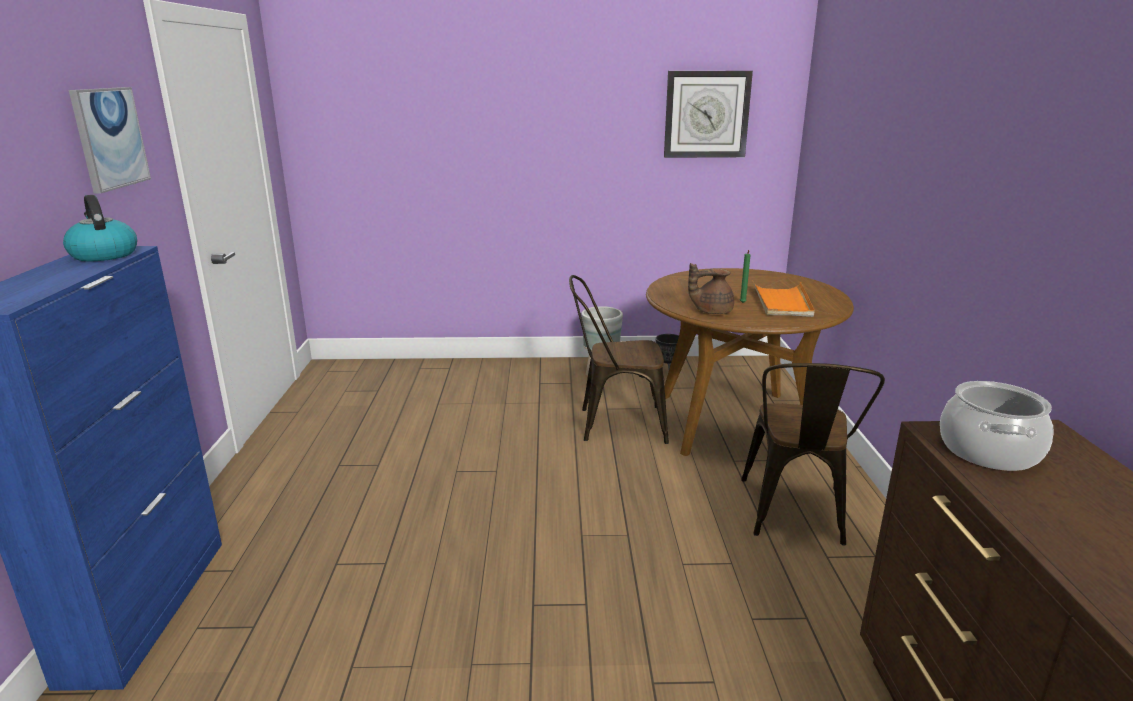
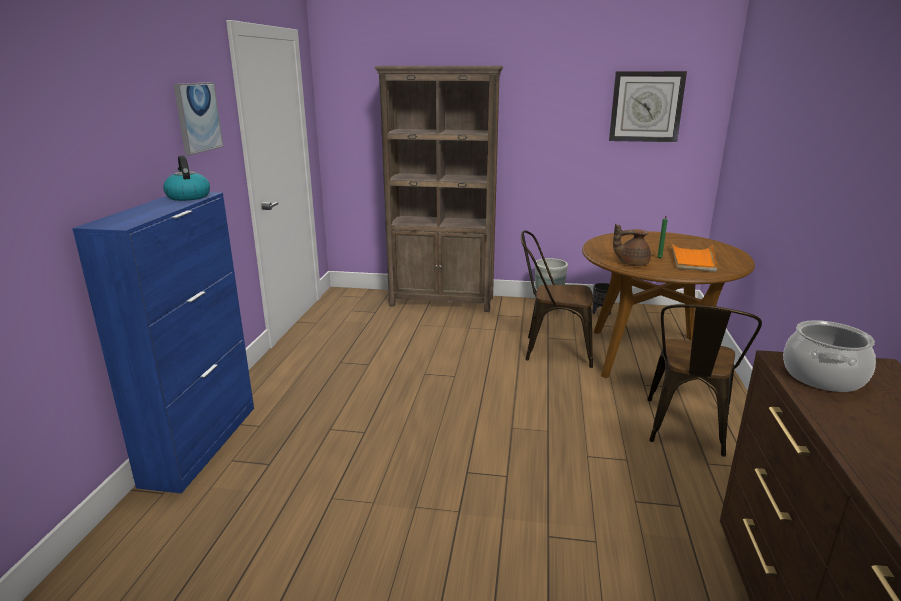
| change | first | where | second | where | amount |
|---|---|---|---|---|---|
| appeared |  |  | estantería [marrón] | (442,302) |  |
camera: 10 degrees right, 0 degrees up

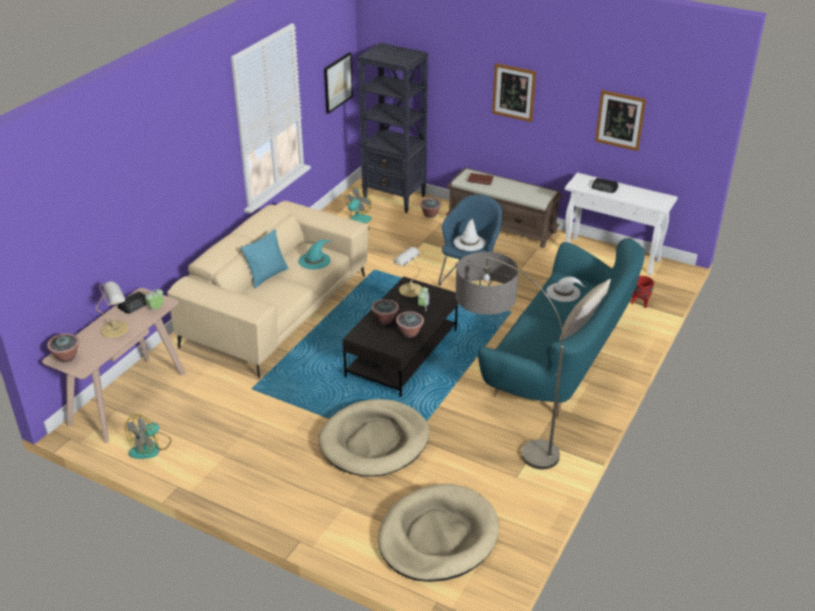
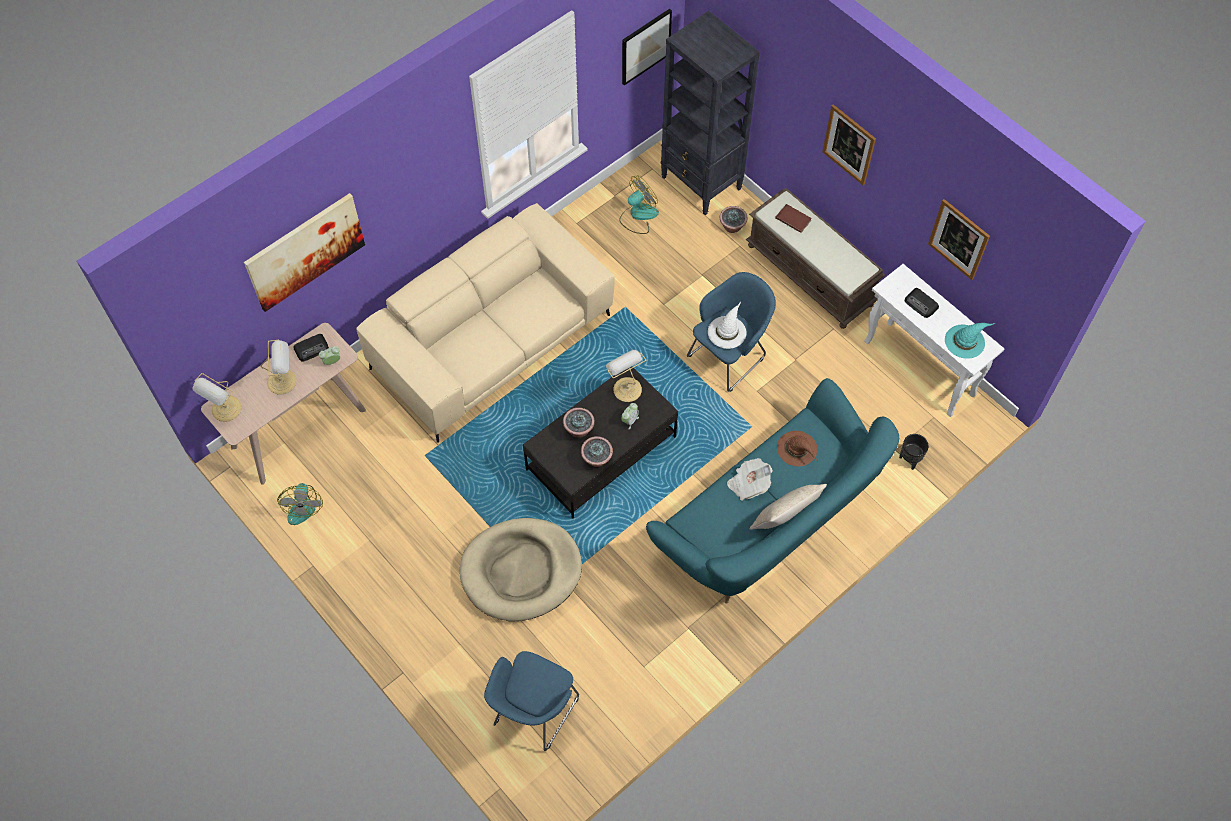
| change | first | where | second | where | amount |
|---|---|---|---|---|---|
| exchanged | planta en maceta | (67,357) | lámpara de mesa | (225,410) |  |
| spun | ventilador | (150,447) |  | (302,505) | 60 degrees counterclockwise |
| missing | cojín [turquesa] | (267,276) |  |  |  |
| relocated | sombrero [turquesa] | (314,260) |  | (965,341) |  |
| exchanged | cama para perro [beis] | (438,536) | sillón [azul] | (533,713) |  |
| missing | lámpara de pie | (498,440) |  |  |  |
| colour | sombrero [blanco] | (564,292) | sombrero [marrón] | (797,449) |  |
| colour | maceta [rojo] | (640,303) | maceta [negro] | (909,460) |  |
| appeared |  |  | cuadro | (305,251) |  |
| appeared |  |  | periódico | (748,484) |  |
camera: 20 degrees right, 25 degrees up

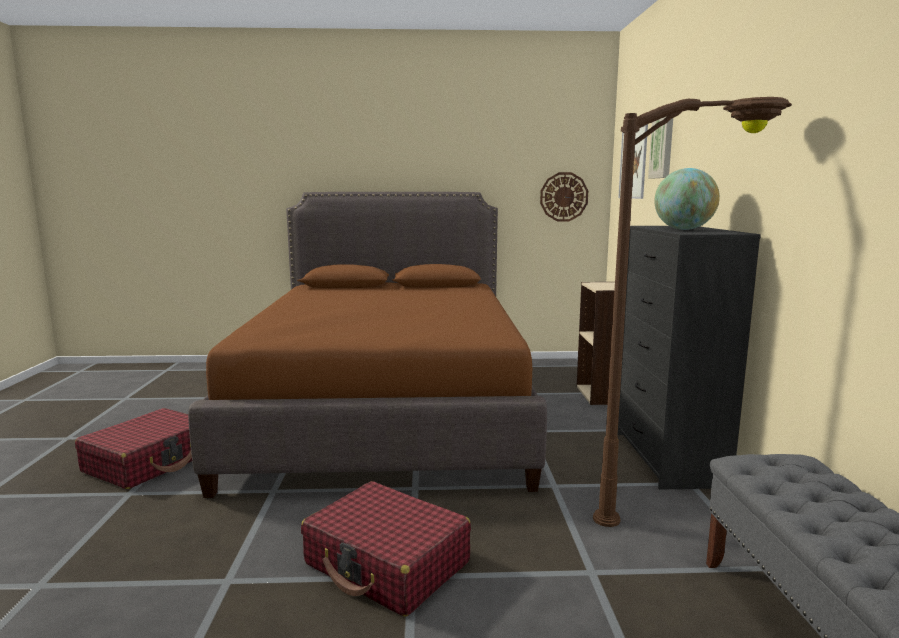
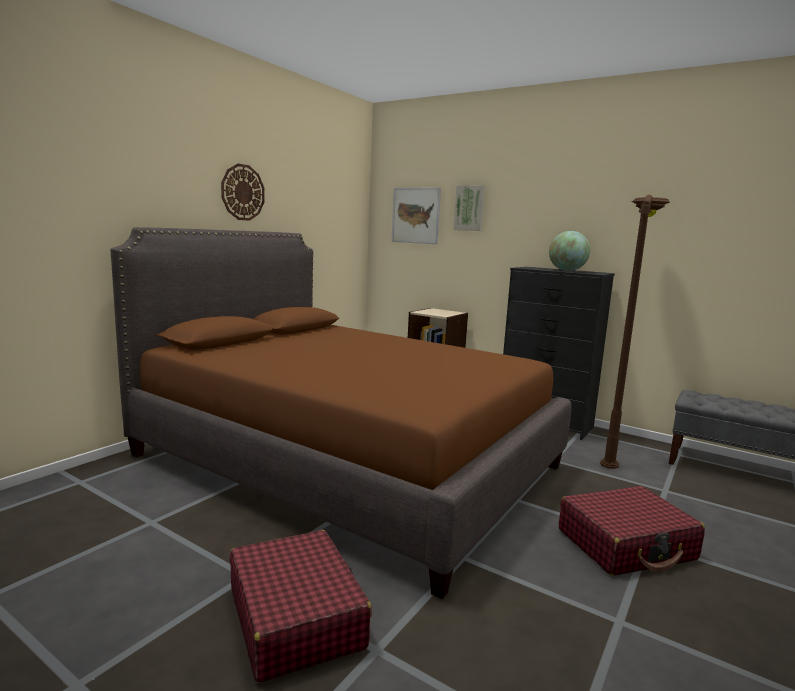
| change | first | where | second | where | amount |
|---|---|---|---|---|---|
| relocated | reloj de pared | (564,197) |  | (242,192) |  |
camera: 55 degrees left, 0 degrees up

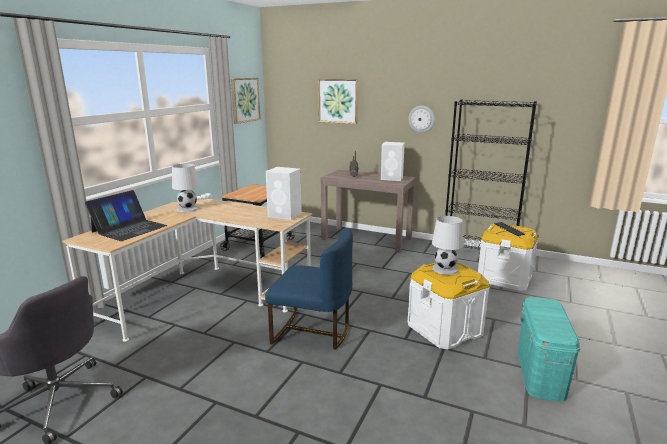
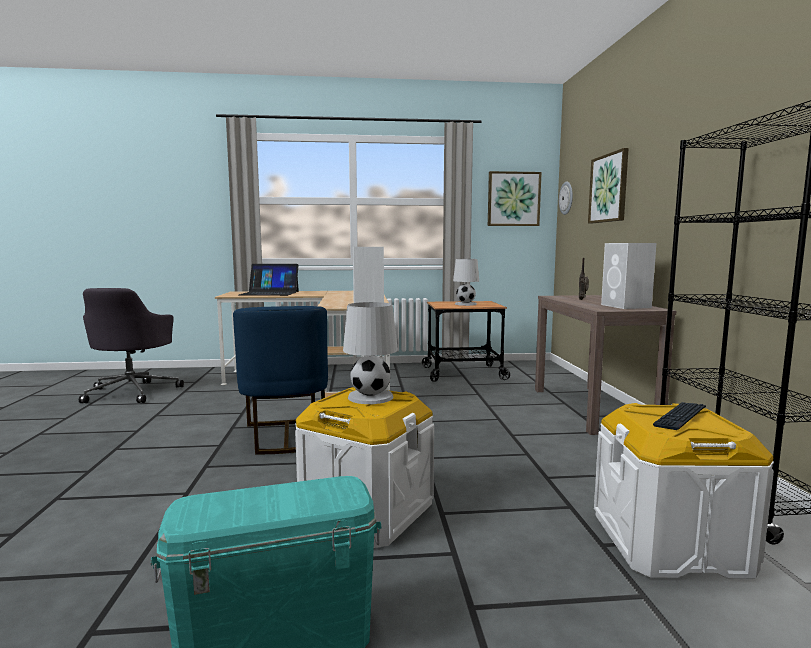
| change | first | where | second | where | amount |
|---|---|---|---|---|---|
| relocated | lámpara de mesa [blanco] | (187,209) |  | (465,304) |  |
| relocated | reloj de pared | (421,119) |  | (566,198) |  |
camera: 60 degrees right, 10 degrees down

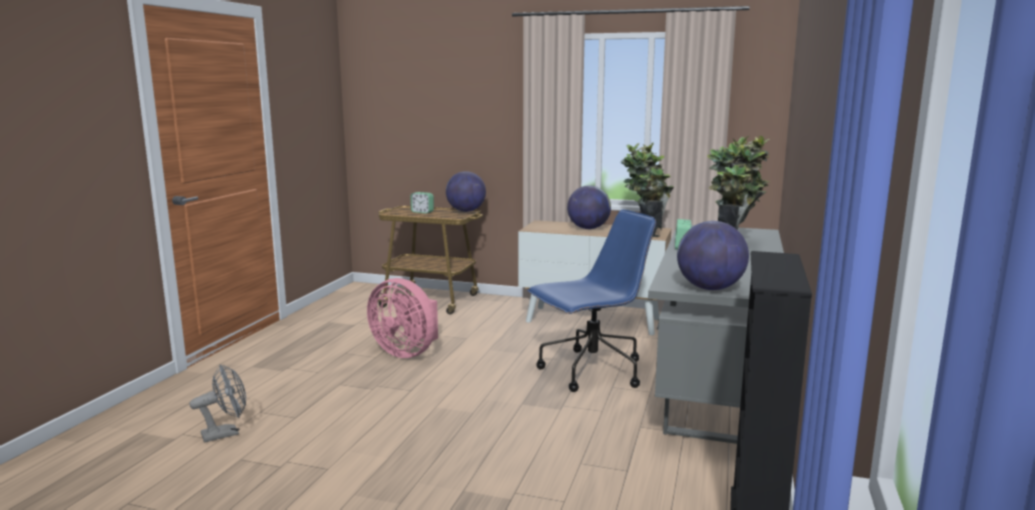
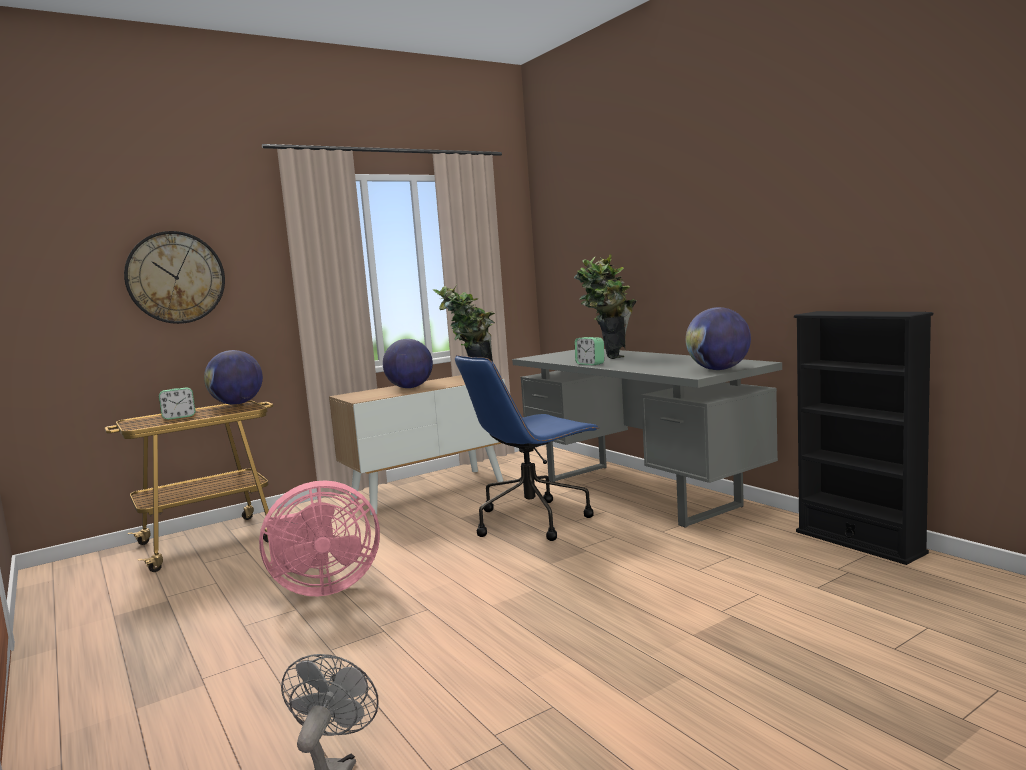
| change | first | where | second | where | amount |
|---|---|---|---|---|---|
| spun | silla de oficina [azul] | (591,372) |  | (533,520) | 135 degrees counterclockwise |
| appeared |  |  | reloj de pared | (175,277) |  |
camera: 50 degrees left, 5 degrees down

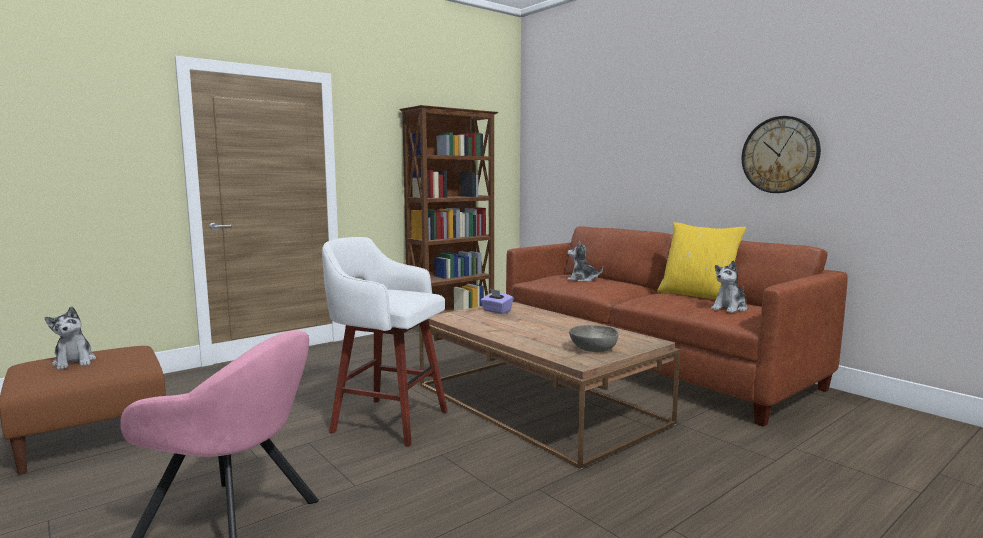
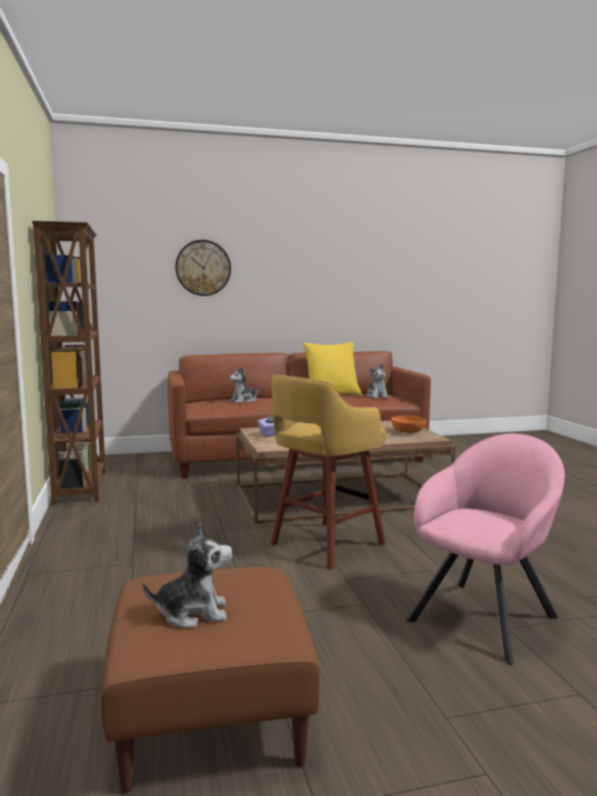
| change | first | where | second | where | amount |
|---|---|---|---|---|---|
| colour | taburete [blanco] | (387,420) | taburete [amarillo] | (324,545) |  |
| colour | cuenco [gris] | (592,349) | cuenco [naranja] | (407,432) |  |
| relocated | reloj de pared | (780,155) |  | (203,268) |  |
camera: 65 degrees left, 0 degrees up

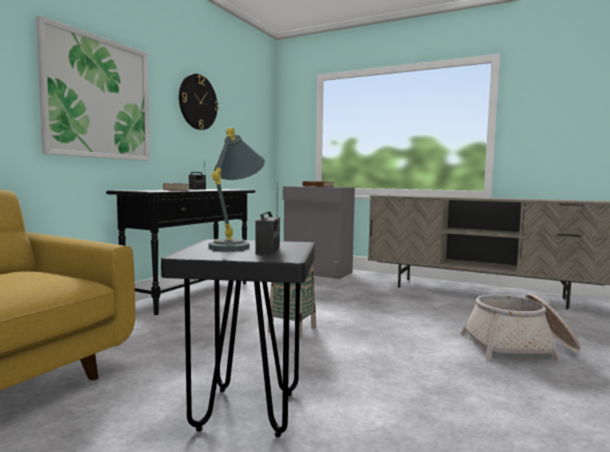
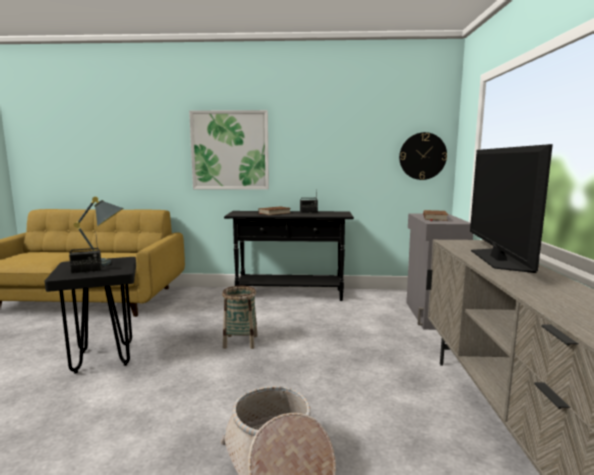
| change | first | where | second | where | amount |
|---|---|---|---|---|---|
| relocated | reloj de pared | (198,102) |  | (422,156) |  |
| appeared |  |  | televisor | (498,259) |  |
camera: 65 degrees right, 5 degrees up

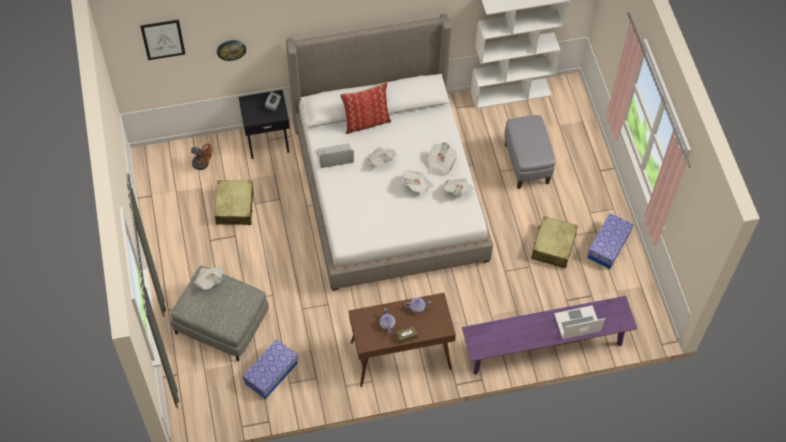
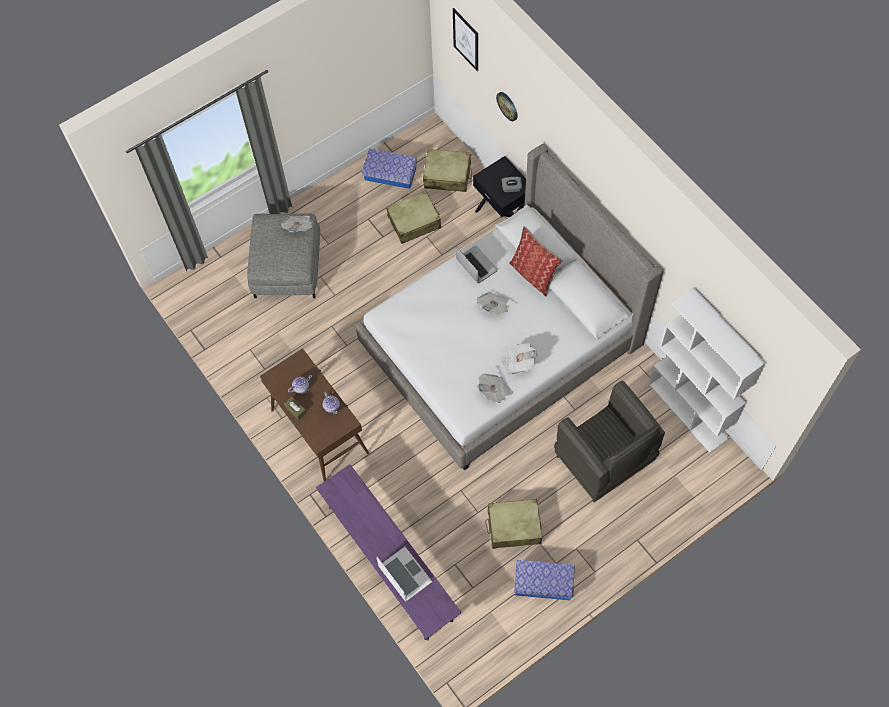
| change | first | where | second | where | amount |
|---|---|---|---|---|---|
| exchanged | ventilador [marrón] | (203,164) | maleta [beis] | (447,175) |  |
| relocated | caja de almacenaje | (271,373) |  | (390,174) |  |
| missing | periódico | (417,186) |  |  |  |
| exchanged | puf [gris] | (526,164) | sillón [gris] | (604,461) |  |
camera: 70 degrees right, 5 degrees up

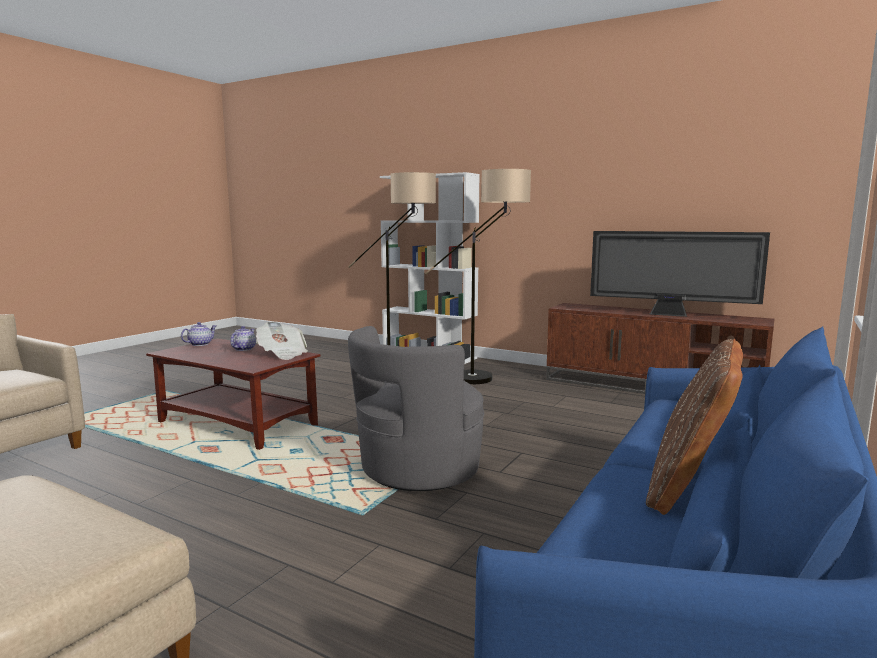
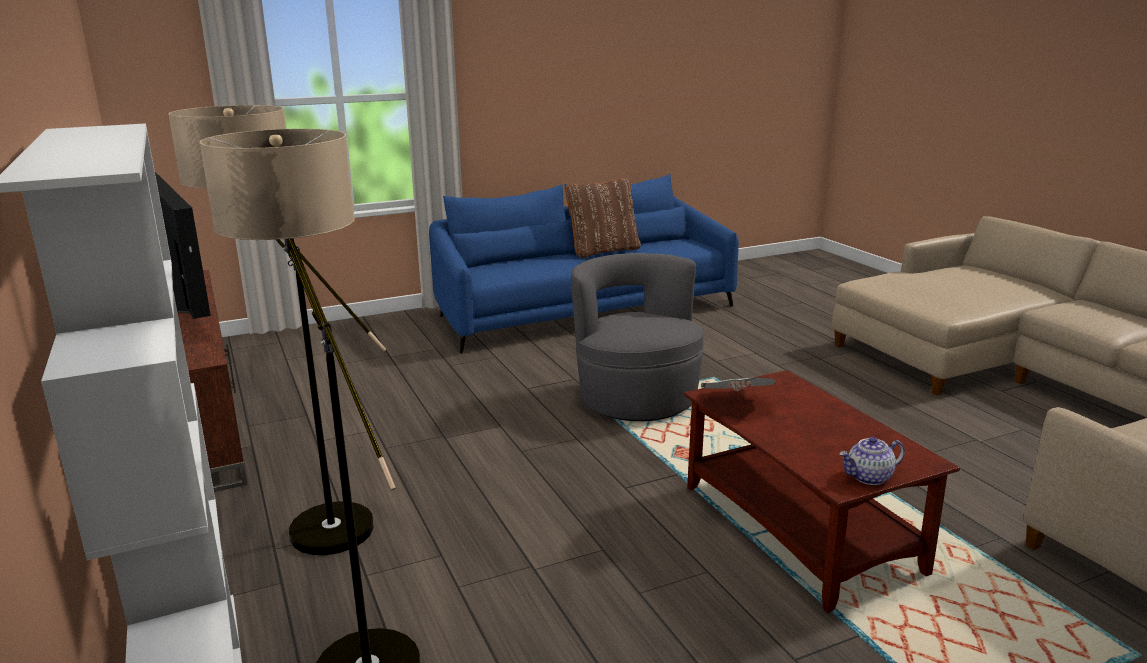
| change | first | where | second | where | amount |
|---|---|---|---|---|---|
| missing | tetera | (243,349) |  |  |  |
| spun | sillón [gris] | (417,469) |  | (637,398) | 105 degrees counterclockwise |
camera: 145 degrees left, 10 degrees up

